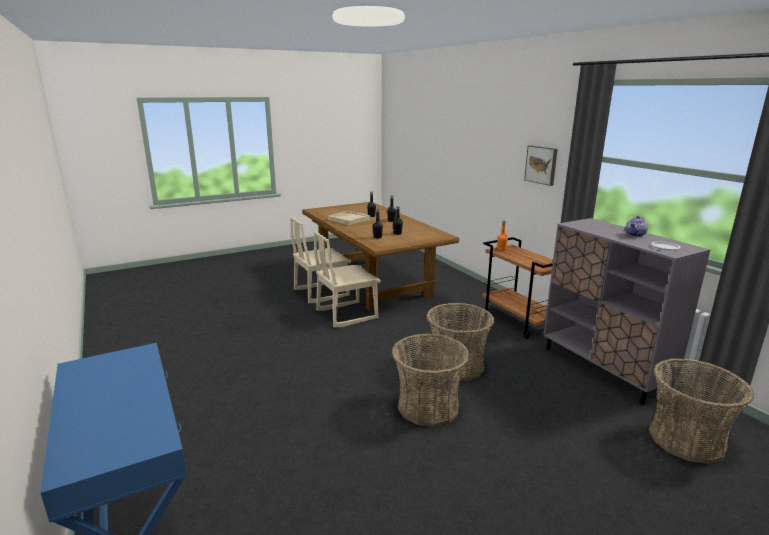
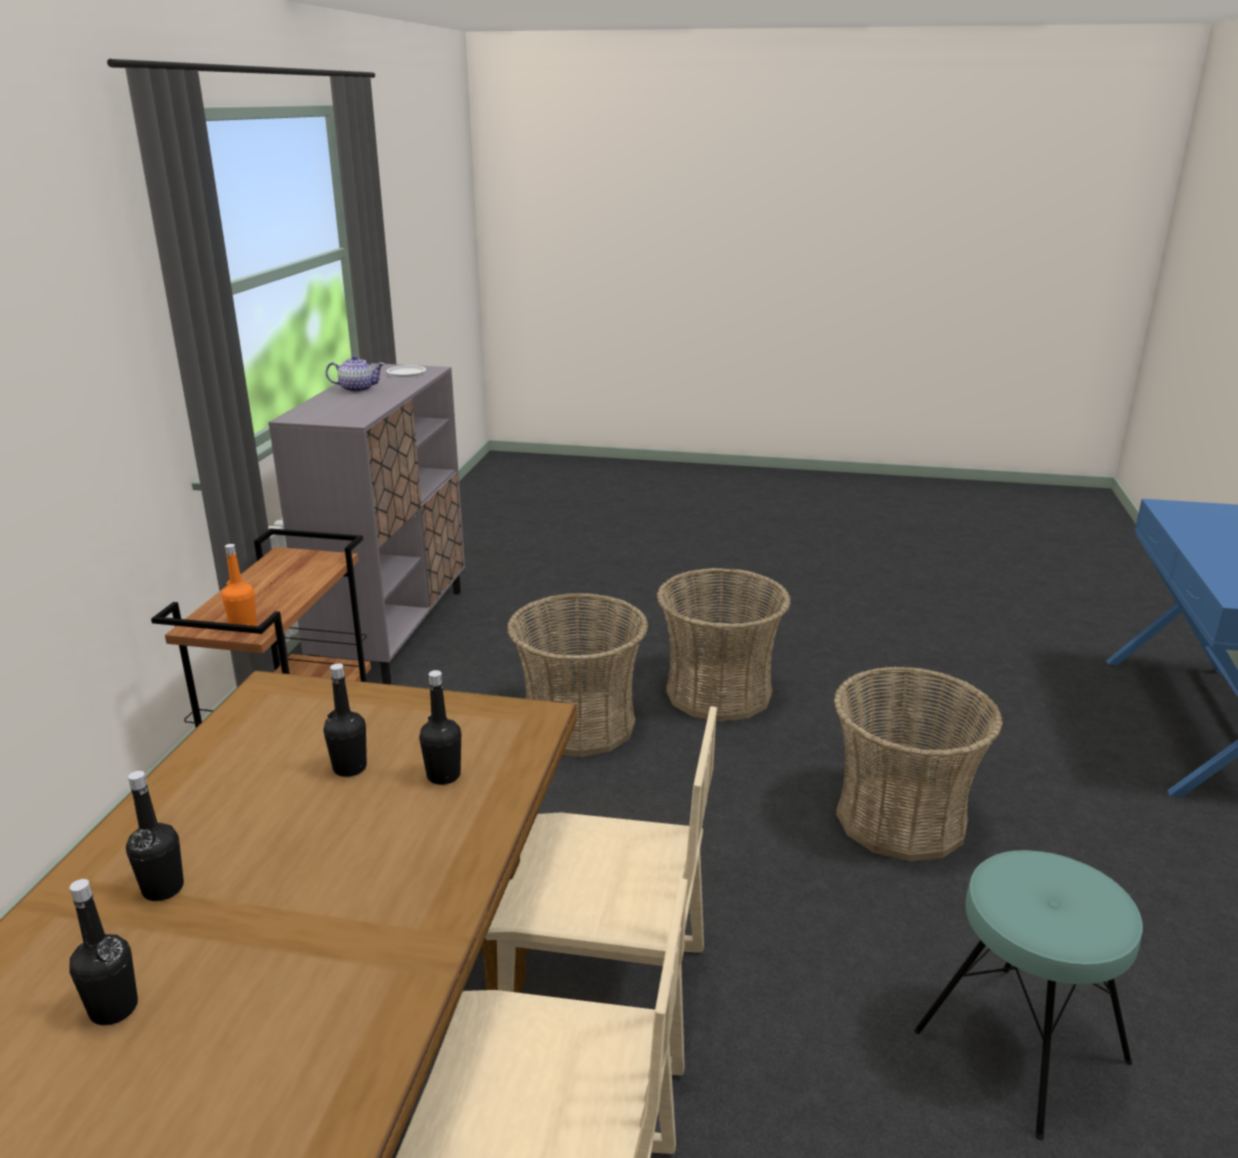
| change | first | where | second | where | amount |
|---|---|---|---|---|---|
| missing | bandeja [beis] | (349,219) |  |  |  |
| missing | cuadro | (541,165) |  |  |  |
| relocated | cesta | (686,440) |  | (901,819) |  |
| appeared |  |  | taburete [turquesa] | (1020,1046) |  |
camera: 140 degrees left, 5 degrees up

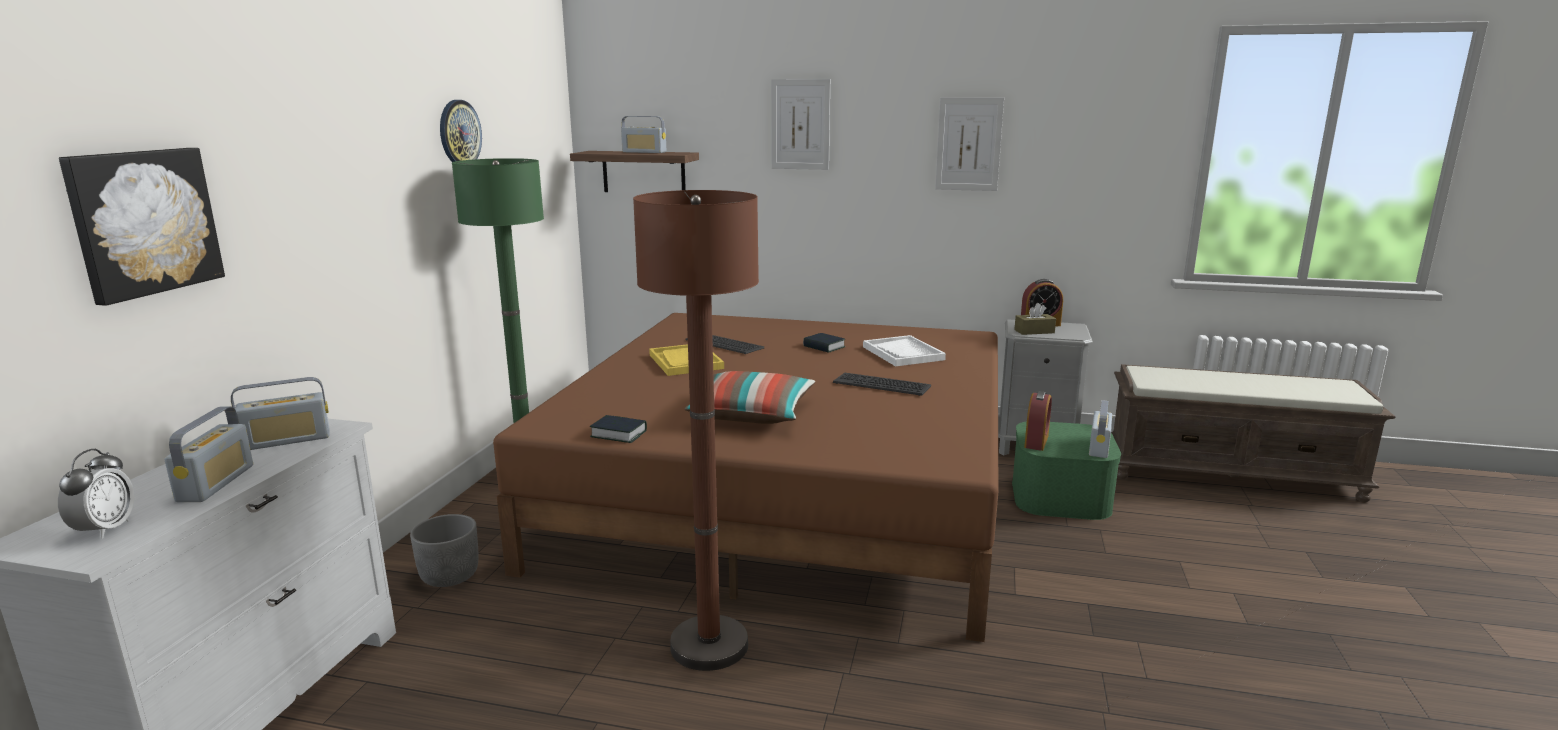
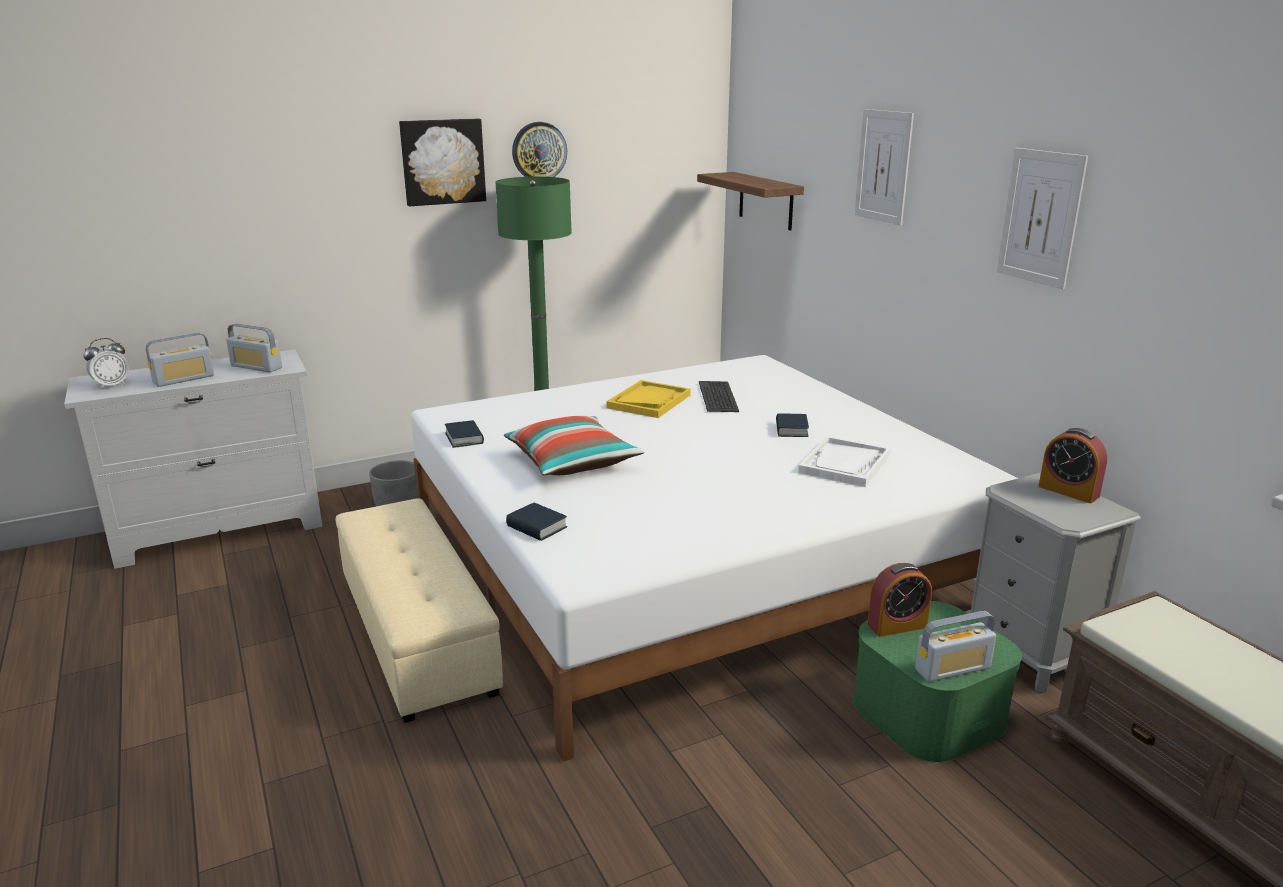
| change | first | where | second | where | amount |
|---|---|---|---|---|---|
| relocated | cuadro | (143,222) |  | (442,161) |  |
| colour | cama [marrón] | (789,491) | cama [blanco] | (690,564) |  |
| missing | radio | (644,152) |  |  |  |
| exchanged | lámpara de pie [marrón] | (709,645) | puf [beis] | (418,634) |  |
| missing | teclado | (882,385) |  |  |  |
| missing | caja de pañuelos [marrón] | (1034,331) |  |  |  |
| appeared |  |  | libro | (536,527) |  |
camera: 50 degrees right, 5 degrees up

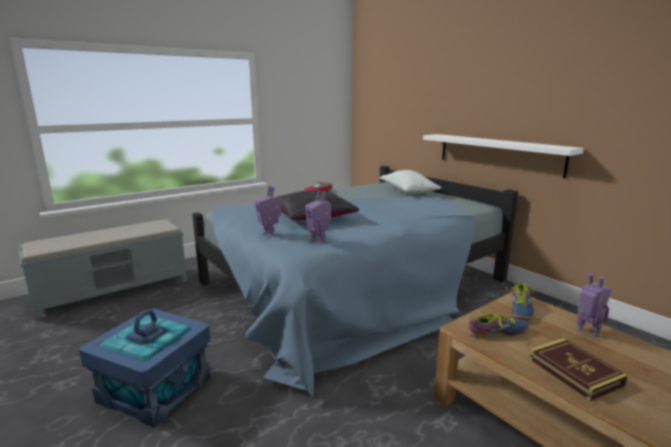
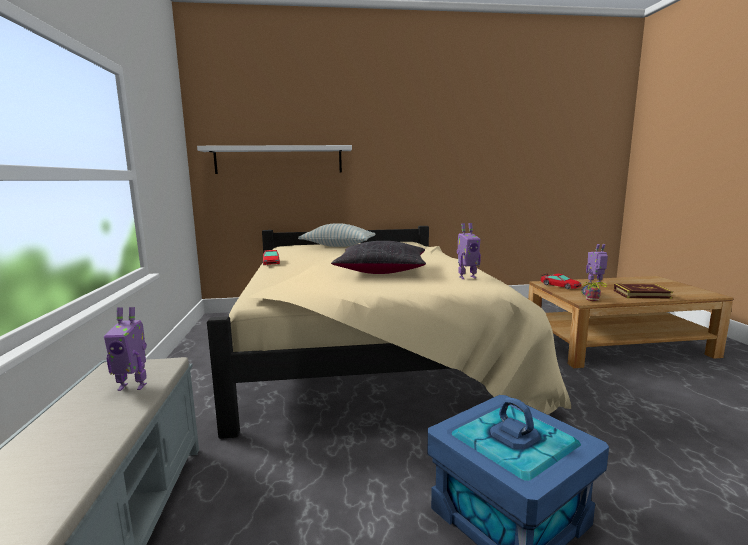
| change | first | where | second | where | amount |
|---|---|---|---|---|---|
| colour | cama [azul] | (353,286) | cama [beis] | (369,350) |  |
| relocated | robot de juguete | (270,234) |  | (133,386) |  |
| relocated | estante [blanco] | (498,154) |  | (278,160) |  |
| exchanged | zapato | (521,309) | coche de juguete | (560,286) |  |
camera: 60 degrees left, 5 degrees down

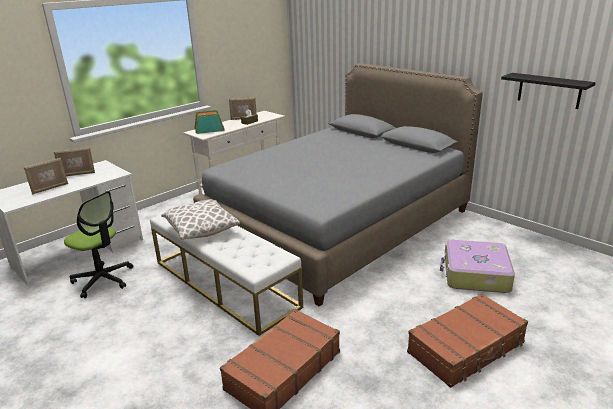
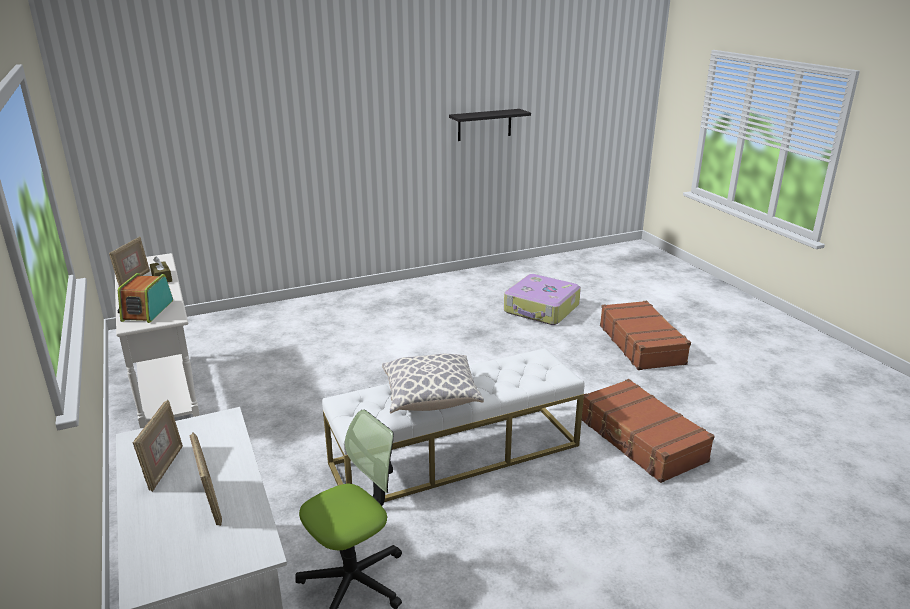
| change | first | where | second | where | amount |
|---|---|---|---|---|---|
| missing | cama [gris] | (338,224) |  |  |  |
camera: 70 degrees left, 0 degrees up

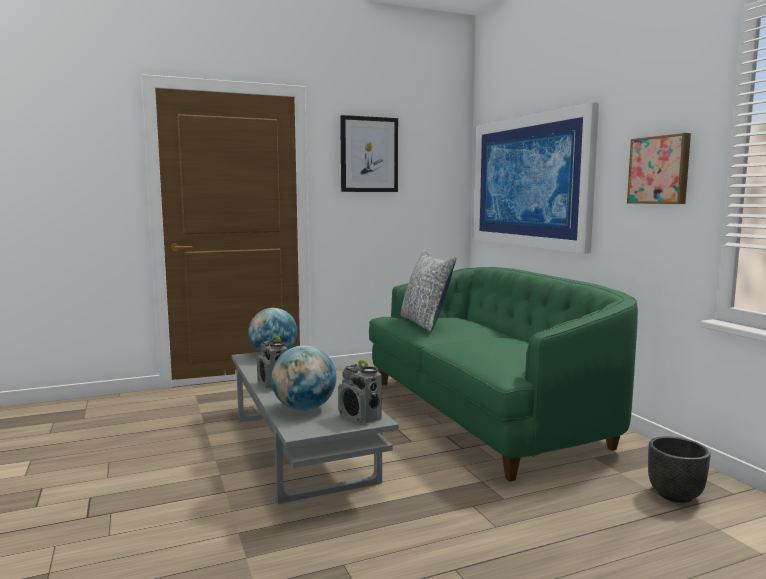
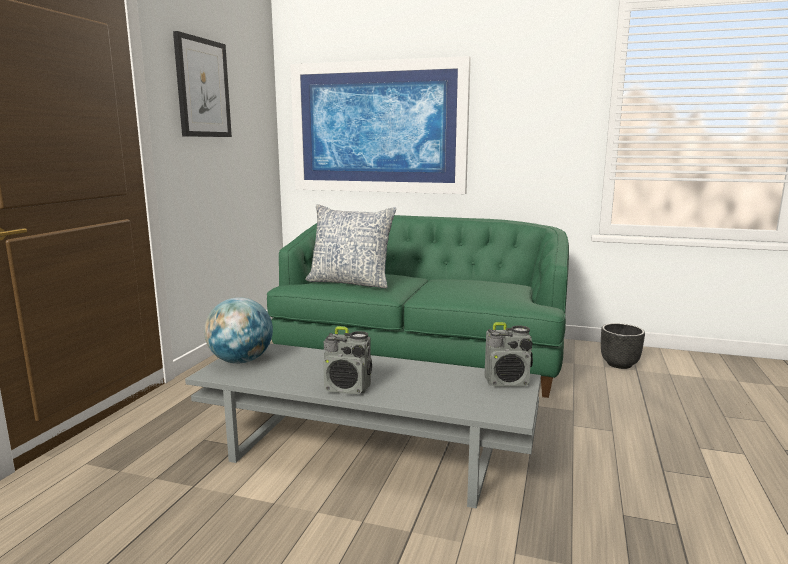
| change | first | where | second | where | amount |
|---|---|---|---|---|---|
| missing | globo terráqueo | (304,409) |  |  |  |
| missing | cuadro | (660,170) |  |  |  |
camera: 50 degrees left, 5 degrees up

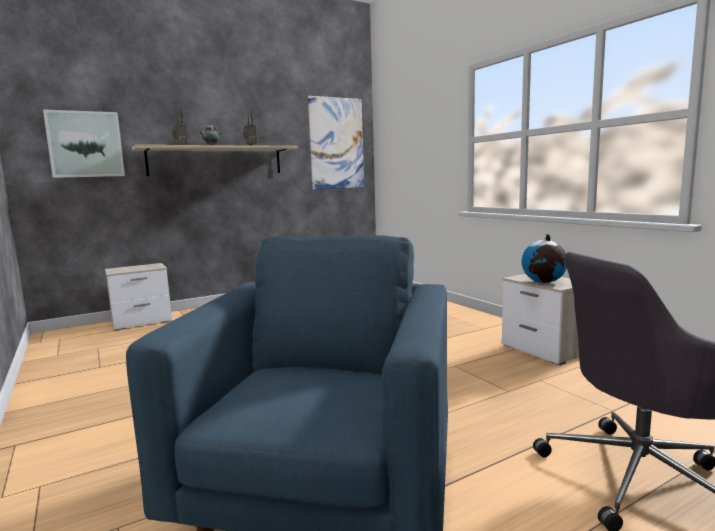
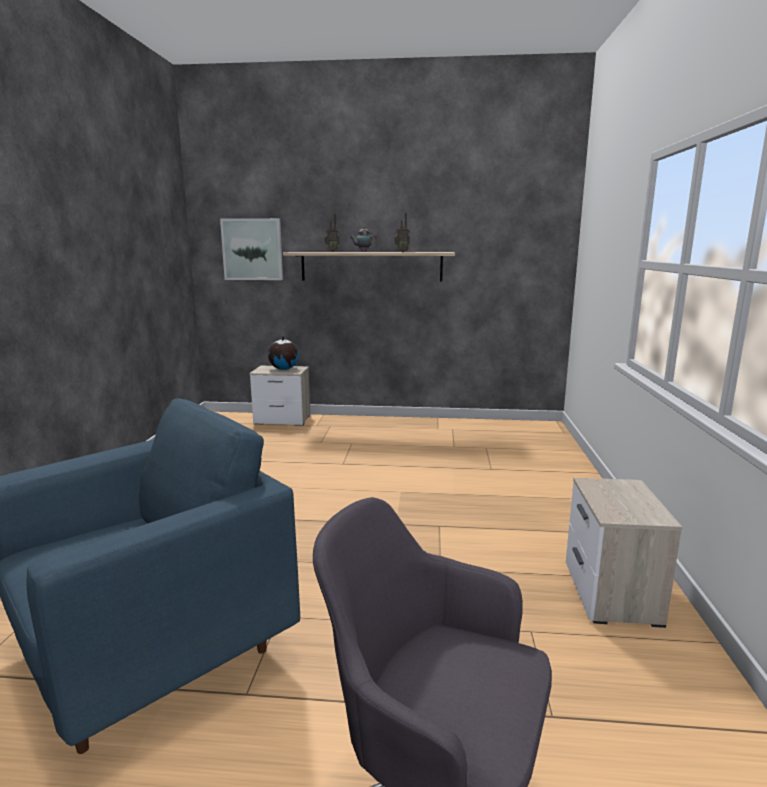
| change | first | where | second | where | amount |
|---|---|---|---|---|---|
| missing | cuadro | (336,143) |  |  |  |
| relocated | globo terráqueo | (543,282) |  | (283,369) |  |
camera: 35 degrees right, 5 degrees up

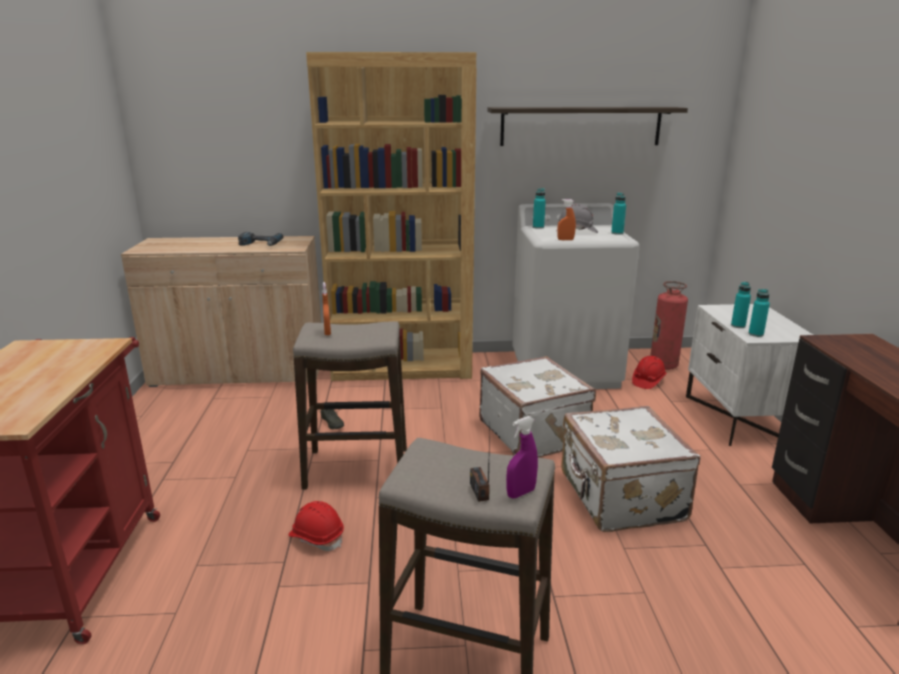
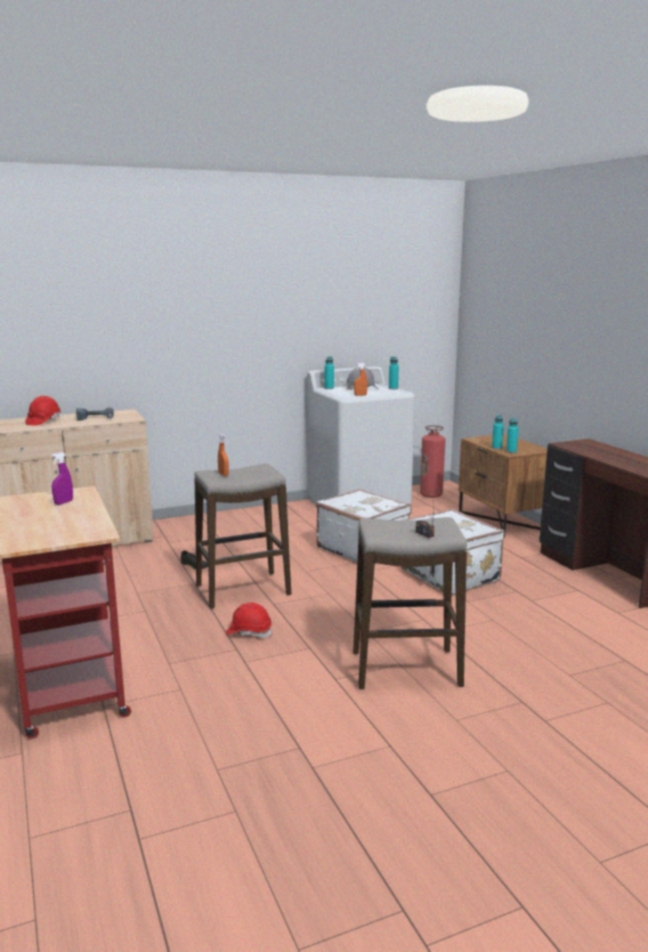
| change | first | where | second | where | amount |
|---|---|---|---|---|---|
| missing | estantería [marrón] | (402,367) |  |  |  |
| missing | estante | (580,126) |  |  |  |
| relocated | pulverizador [morado] | (521,493) |  | (63,503) |  |
| relocated | casco [rojo] | (648,381) |  | (43,421) |  |
| colour | mesita de noche [blanco] | (738,419) | mesita de noche [marrón] | (501,521) |  |
camera: 20 degrees left, 5 degrees down

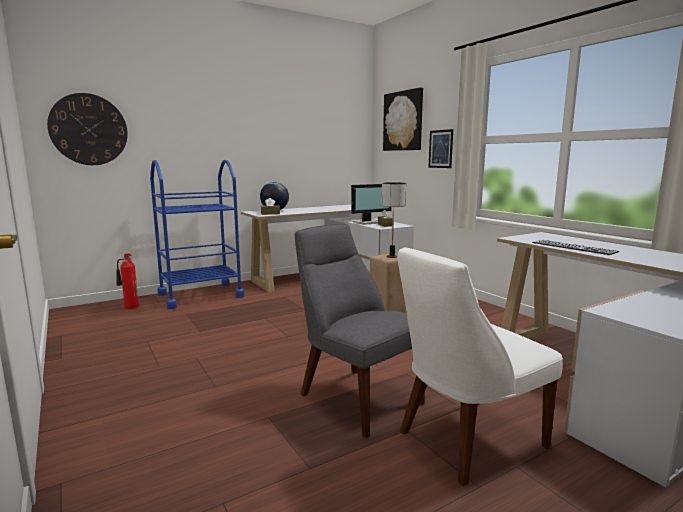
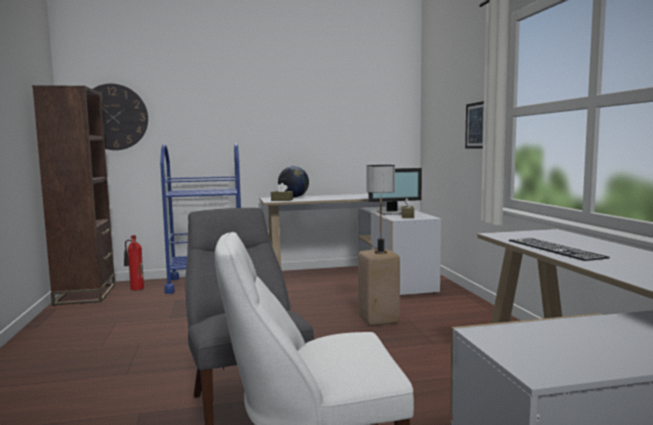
| change | first | where | second | where | amount |
|---|---|---|---|---|---|
| missing | cuadro | (403,121) |  |  |  |
| appeared |  |  | estantería [marrón] | (86,294) |  |
camera: 20 degrees right, 5 degrees down

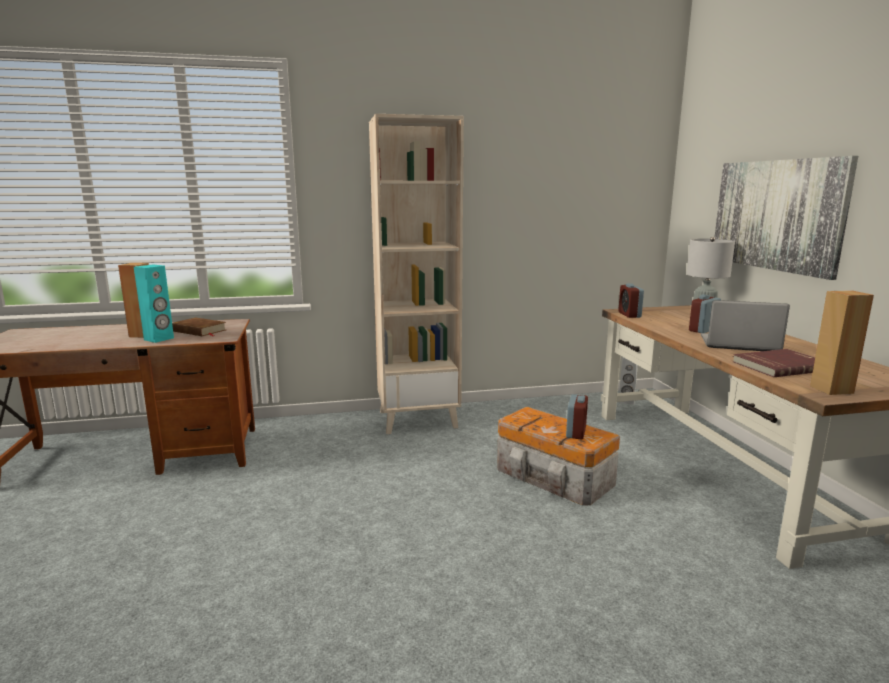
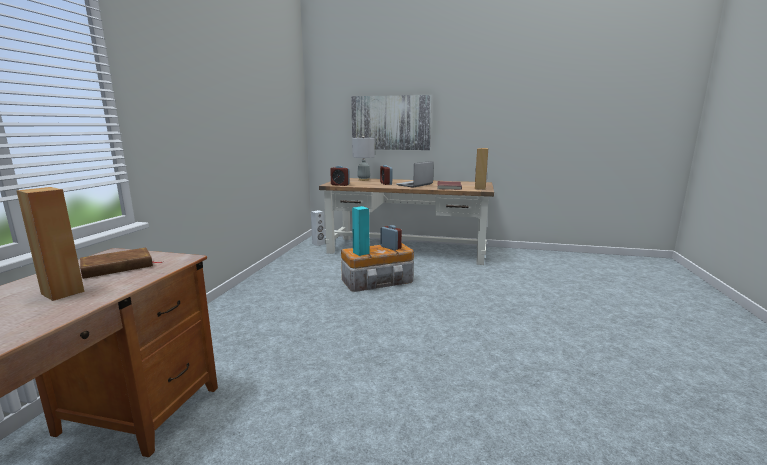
| change | first | where | second | where | amount |
|---|---|---|---|---|---|
| relocated | altavoz [turquesa] | (159,339) |  | (361,253) |  |
| missing | estantería [beis] | (418,419) |  |  |  |
camera: 65 degrees left, 0 degrees up

